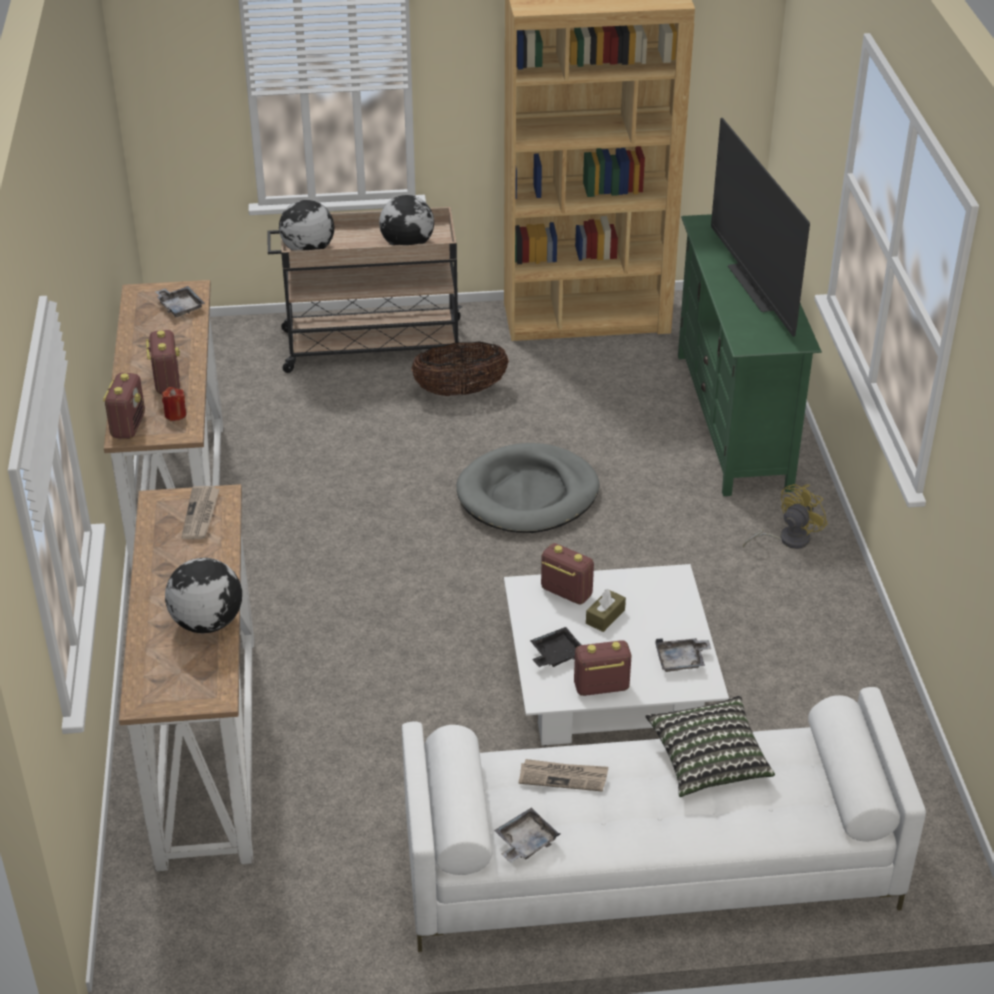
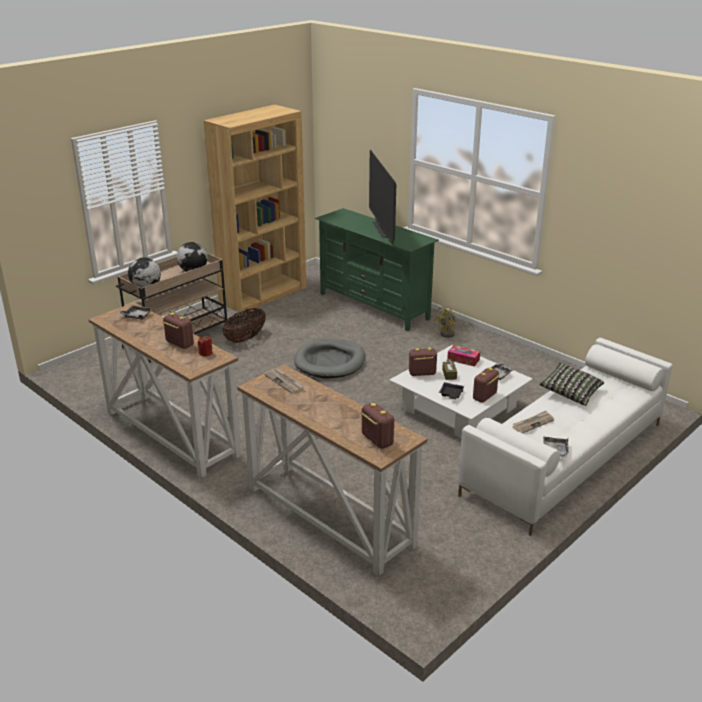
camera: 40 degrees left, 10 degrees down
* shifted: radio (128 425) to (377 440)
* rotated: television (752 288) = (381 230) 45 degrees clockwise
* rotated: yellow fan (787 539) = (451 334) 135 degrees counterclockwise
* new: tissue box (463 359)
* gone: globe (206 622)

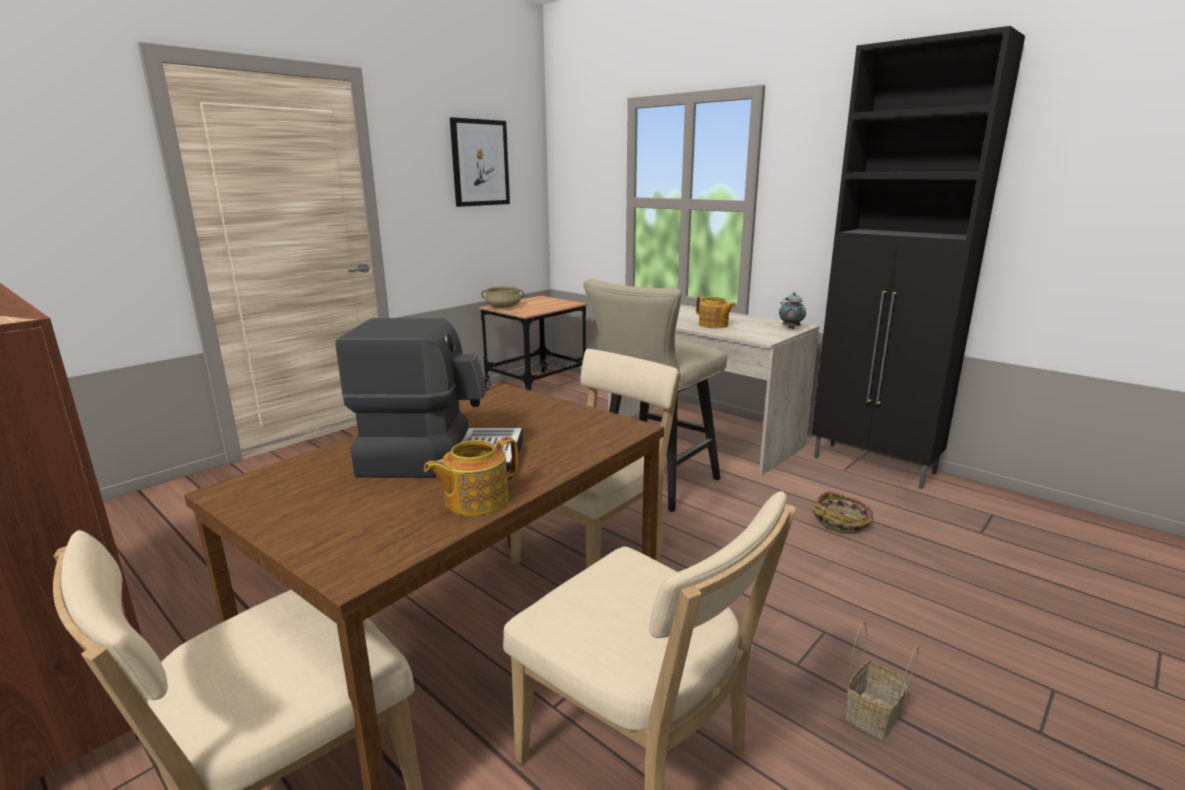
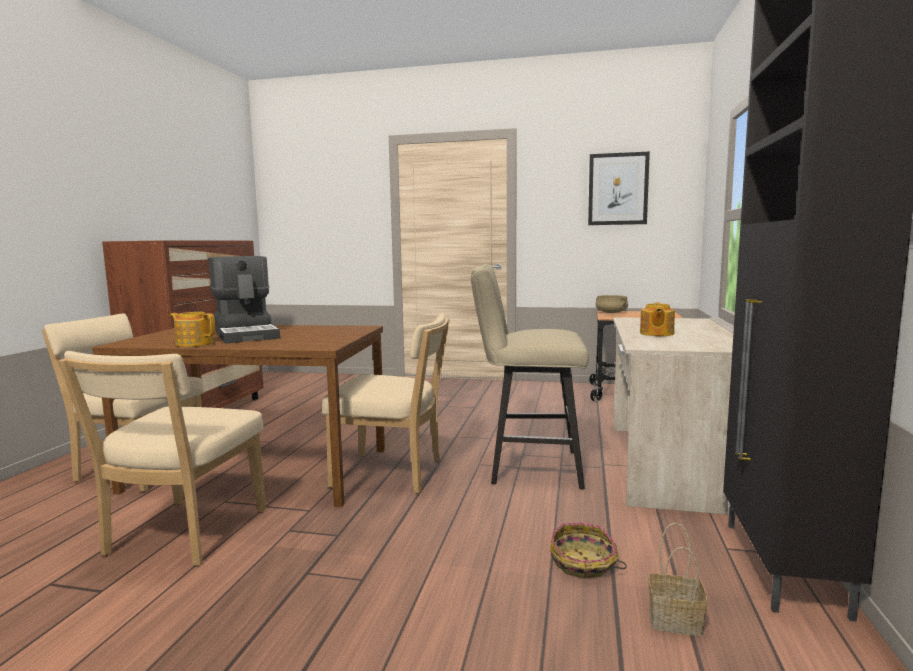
camera: 60 degrees right, 10 degrees down
* shifted: basket (873 716) to (673 621)
* gone: teapot (790 328)

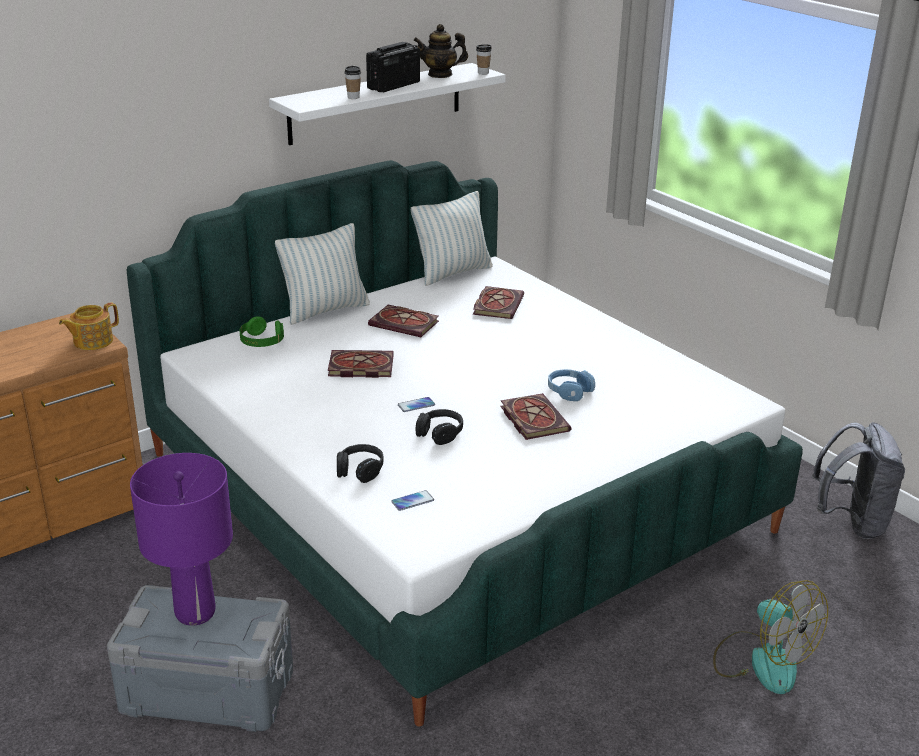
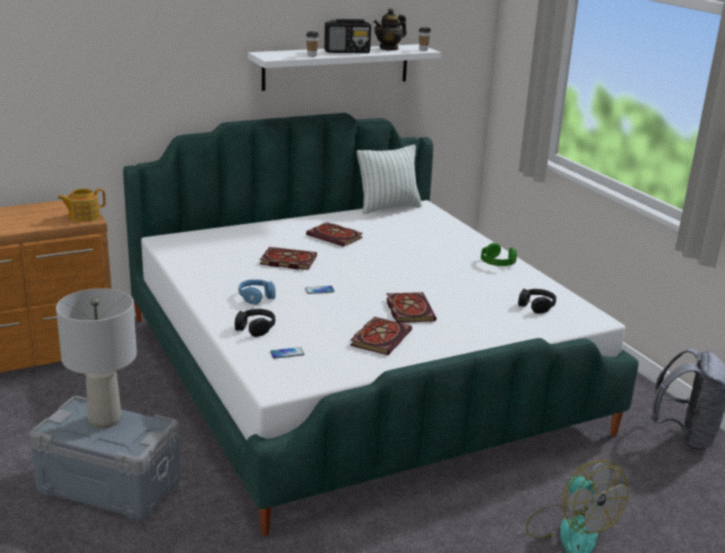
camera: 10 degrees right, 5 degrees down
* repainted: purple table lamp (195 612) to grey table lamp (104 419)
* shifted: blue headphones (569 391) to (256 297)
* rotated: radio (393 86) = (347 52) 150 degrees counterclockwise
* shifted: book (497 304) to (380 337)
* rotated: teapot (440 74) = (389 48) 45 degrees counterclockwise
* shifted: green headphones (261 342) to (497 263)
* shifted: black headphones (440 433) to (536 306)
* gone: pillow (325 310)

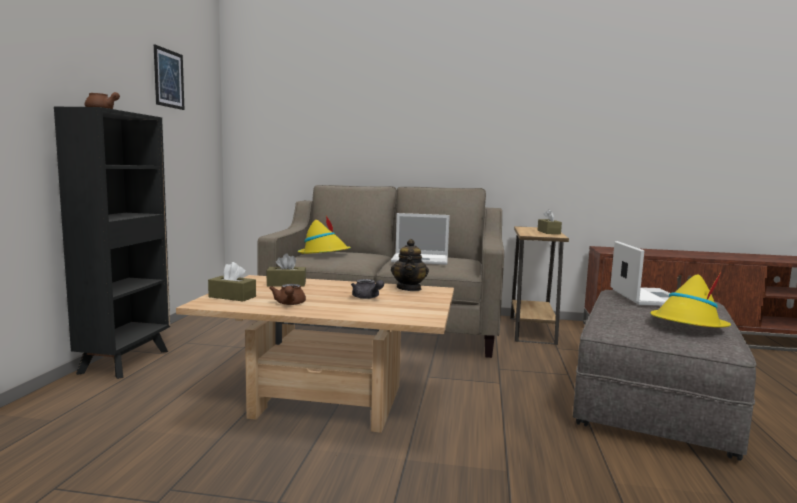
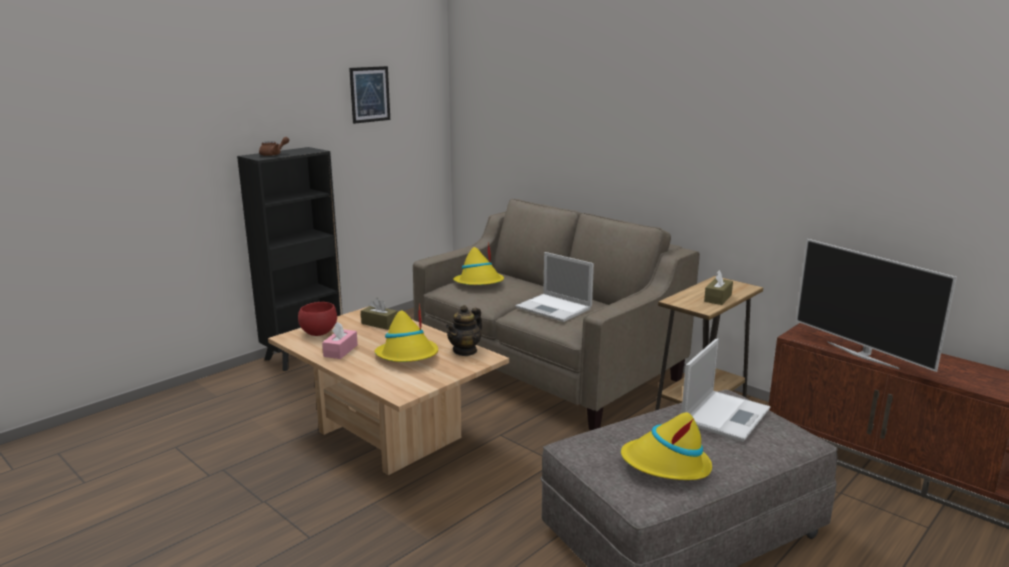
camera: 35 degrees right, 10 degrees up
* swapped: brown tissue box (232 297) to red bowl (318 333)
* swapped: brown teapot (289 304) to pink tissue box (340 351)
* swapped: grey teapot (367 298) to yellow hat (408 356)
* new: television (862 355)

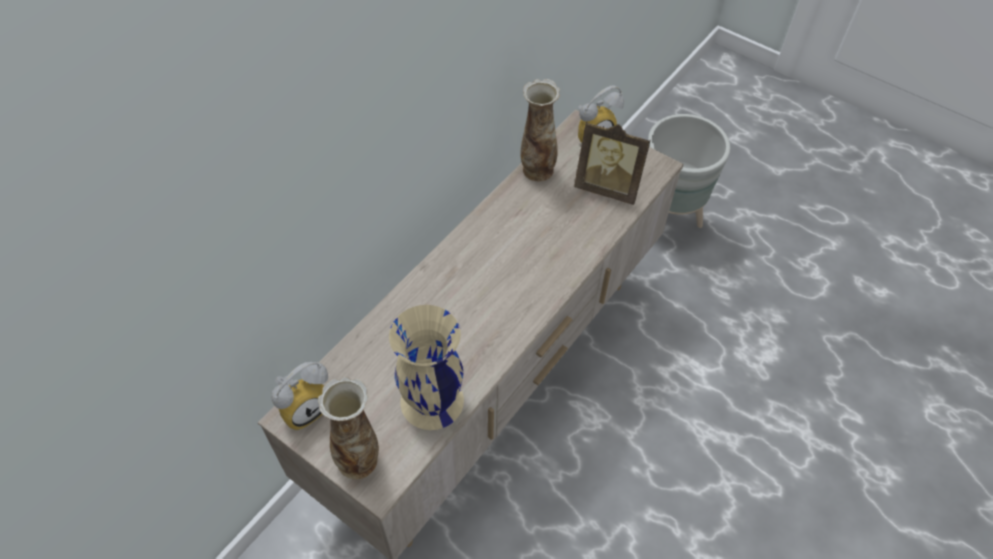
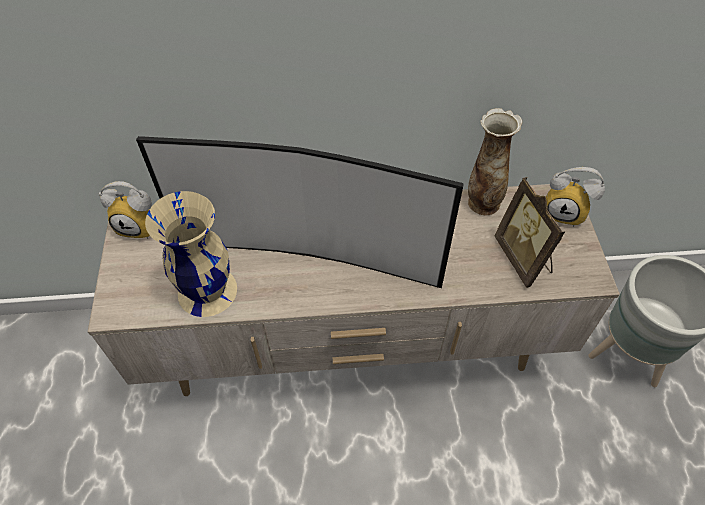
camera: 50 degrees right, 0 degrees up
* new: television (309 255)
* gone: vase (359 460)

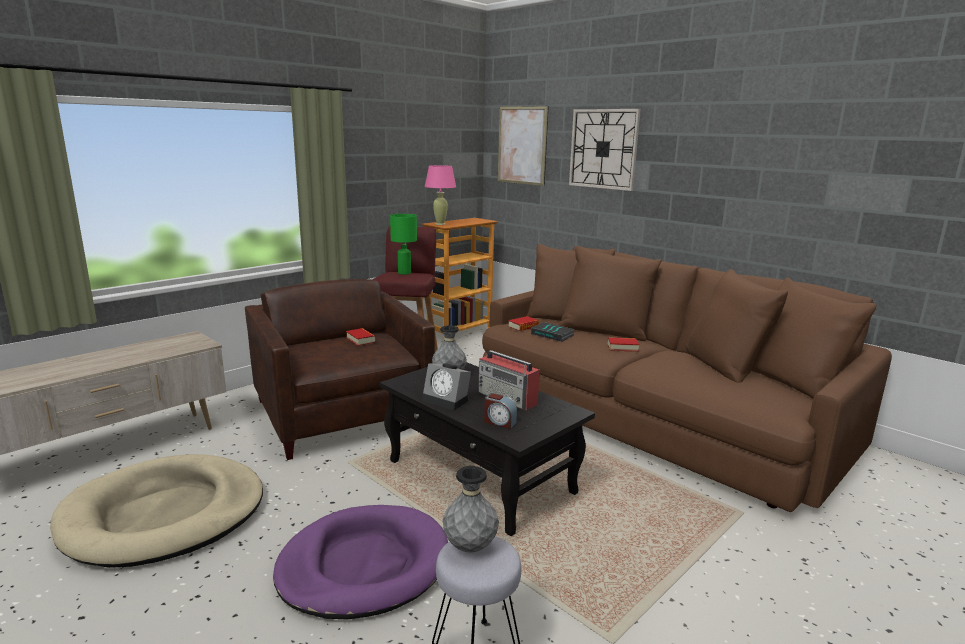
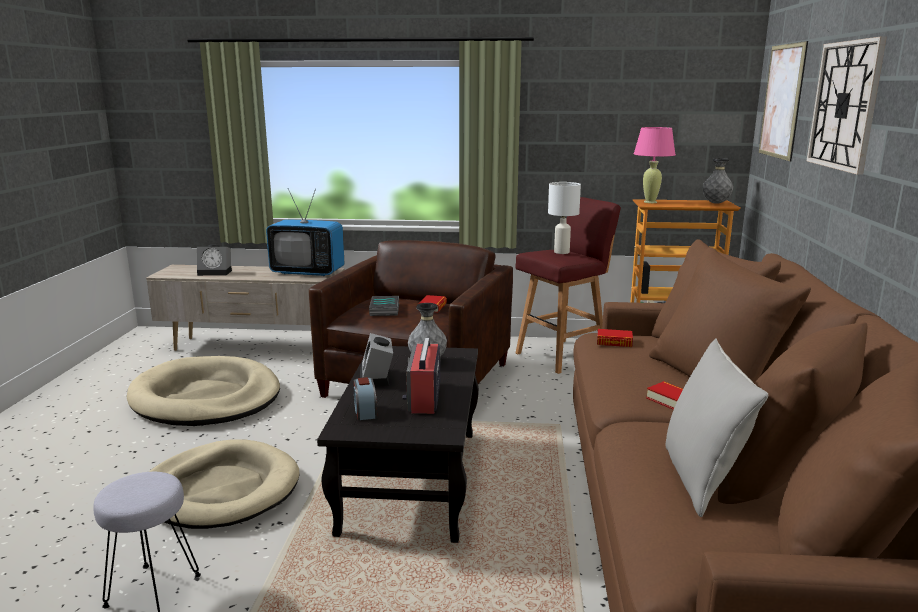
camera: 50 degrees right, 0 degrees up
* repainted: purple dog bed (364 565) to beige dog bed (221 490)
* new: alarm clock (216 272)
* new: television (308 272)
* shifted: book (553 335) to (385 309)
* repainted: green table lamp (404 273) to white table lamp (561 252)
* new: grey pillow (701 479)
* shifted: grey vase (470 547) to (715 203)

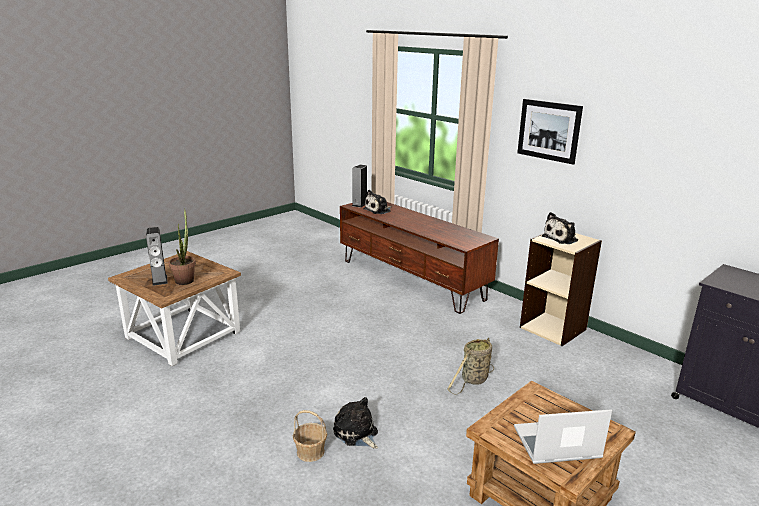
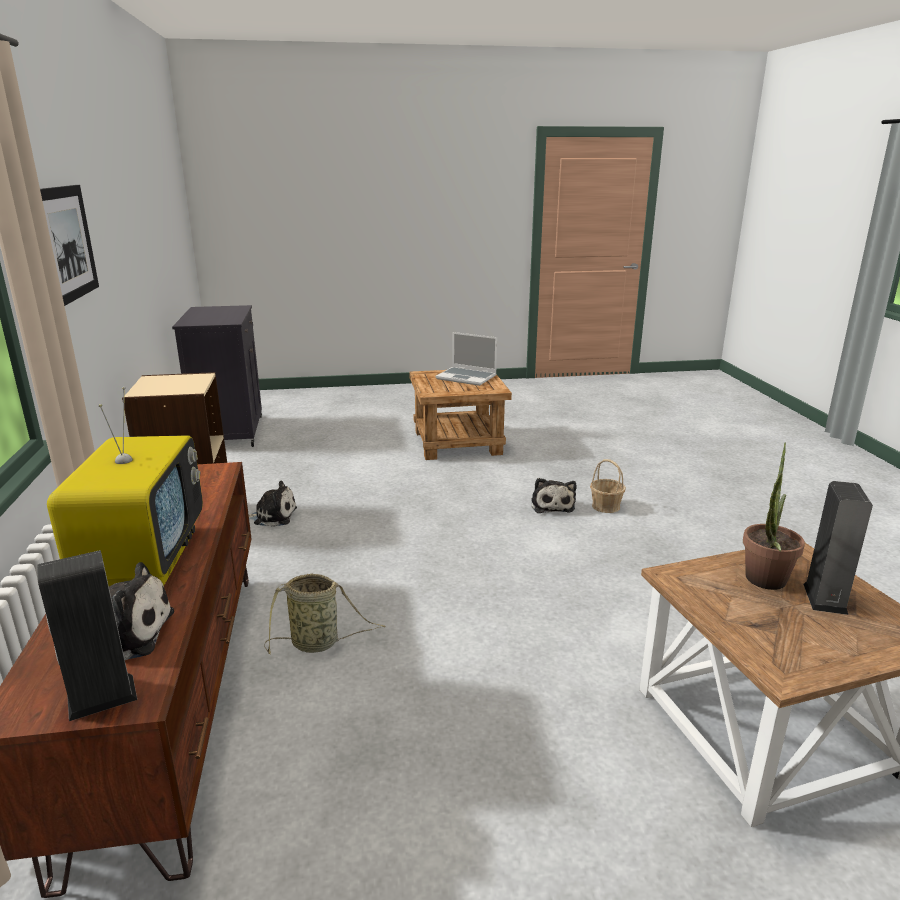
camera: 145 degrees left, 0 degrees up
* new: television (144 559)
* shifted: plush toy (561 238) to (272 516)
* shifted: basket (473 380) to (318 643)

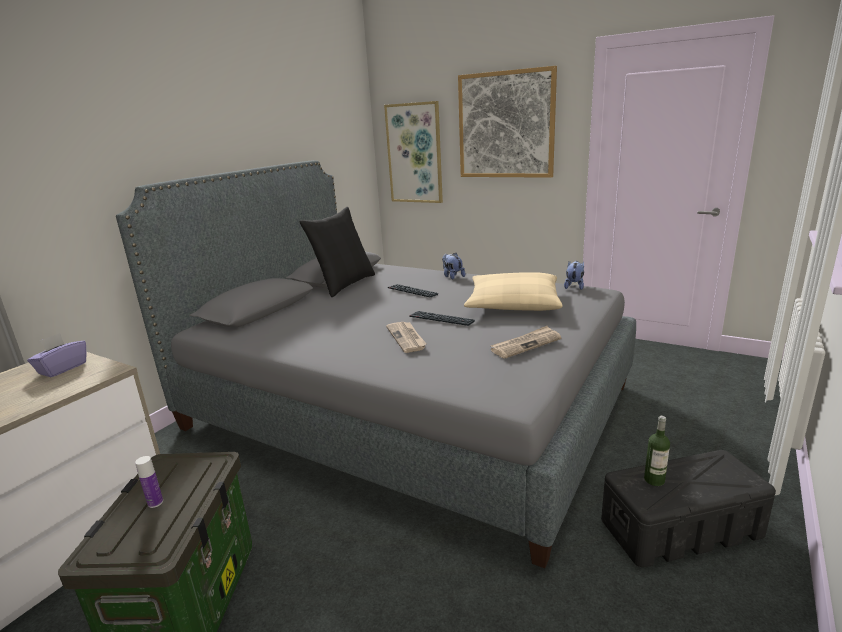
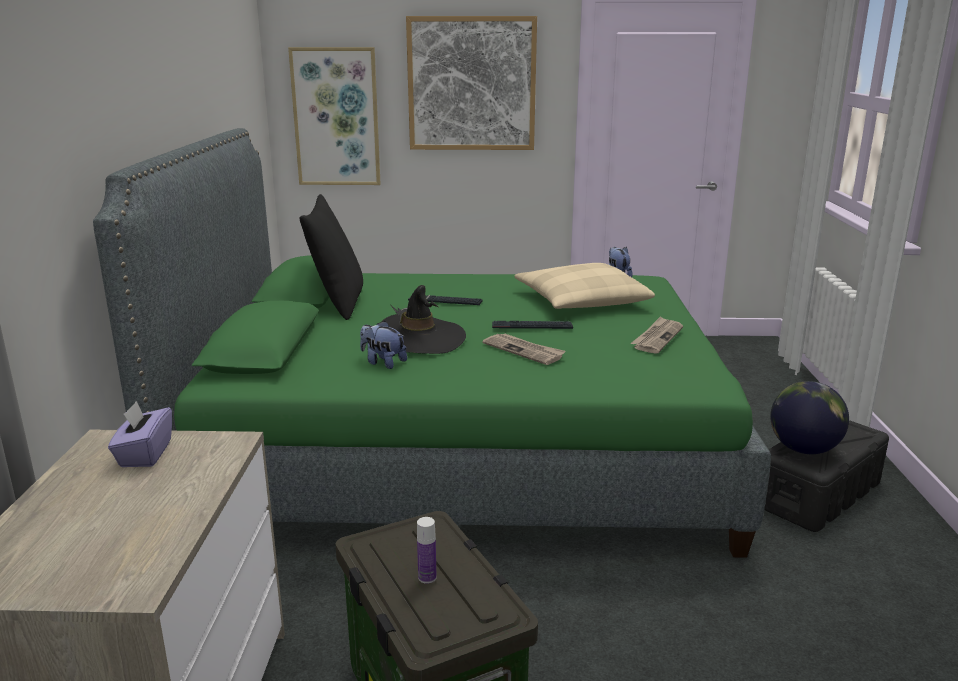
camera: 30 degrees left, 0 degrees up
* repainted: grey bed (405 407) to green bed (458 451)
* shifted: plush toy (452 276) to (383 362)
* new: black hat (420 339)
* swapped: bottle (654 480) to globe (803 449)

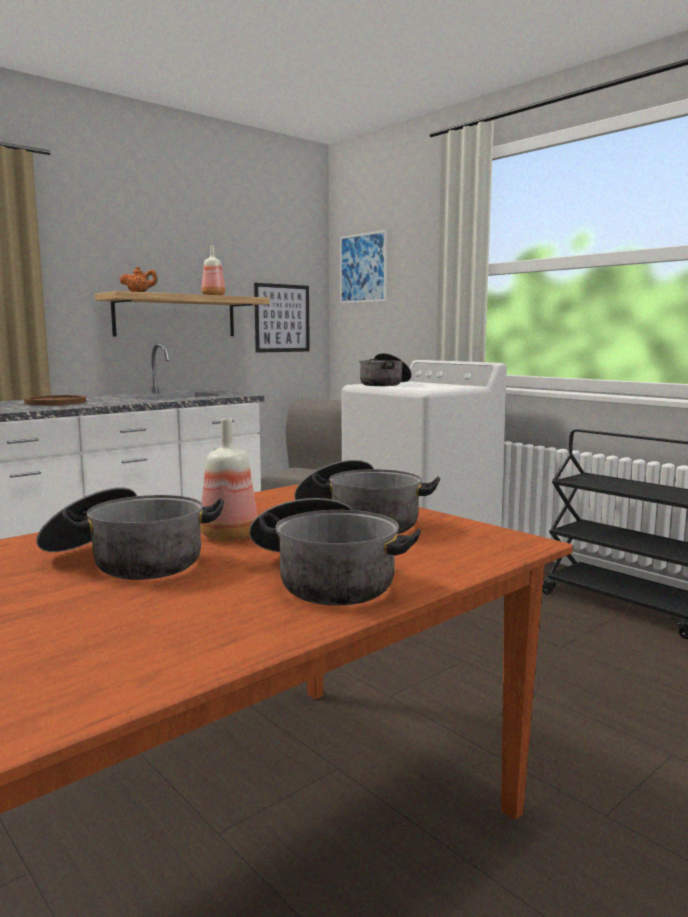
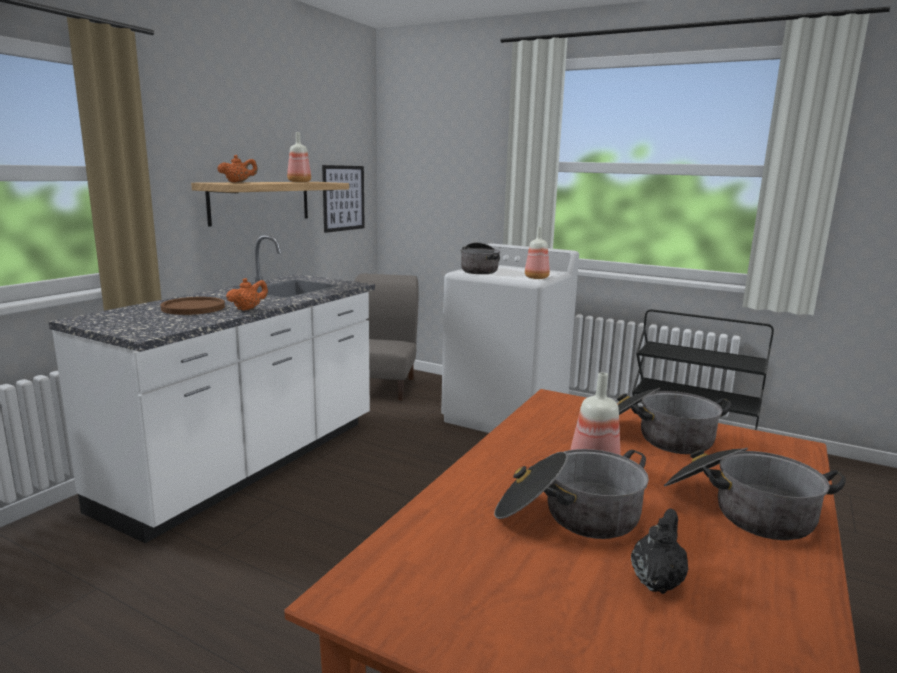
camera: 20 degrees left, 5 degrees up
* new: orange teapot (248 309)
* new: bottle (537 278)
* new: black teapot (657 581)
* gone: picture (363 268)

